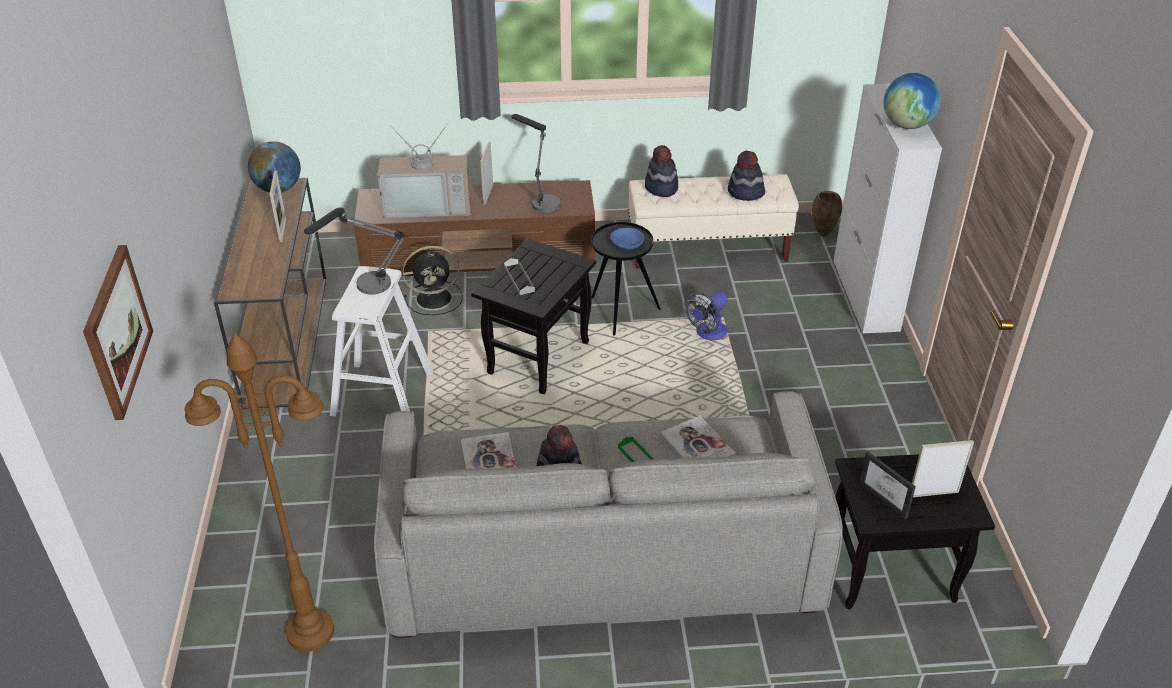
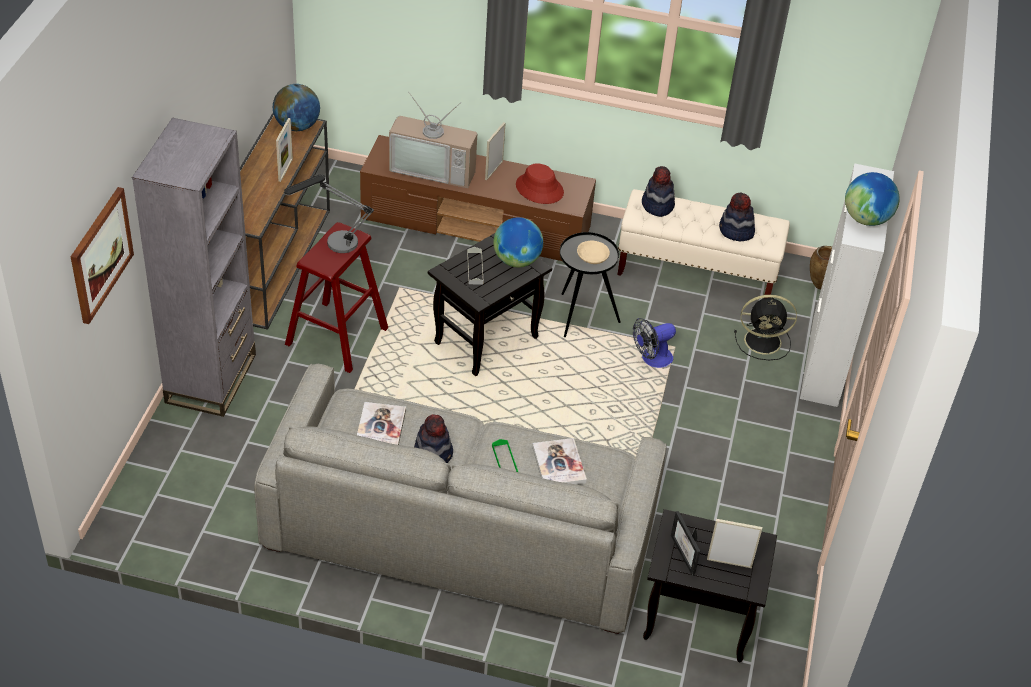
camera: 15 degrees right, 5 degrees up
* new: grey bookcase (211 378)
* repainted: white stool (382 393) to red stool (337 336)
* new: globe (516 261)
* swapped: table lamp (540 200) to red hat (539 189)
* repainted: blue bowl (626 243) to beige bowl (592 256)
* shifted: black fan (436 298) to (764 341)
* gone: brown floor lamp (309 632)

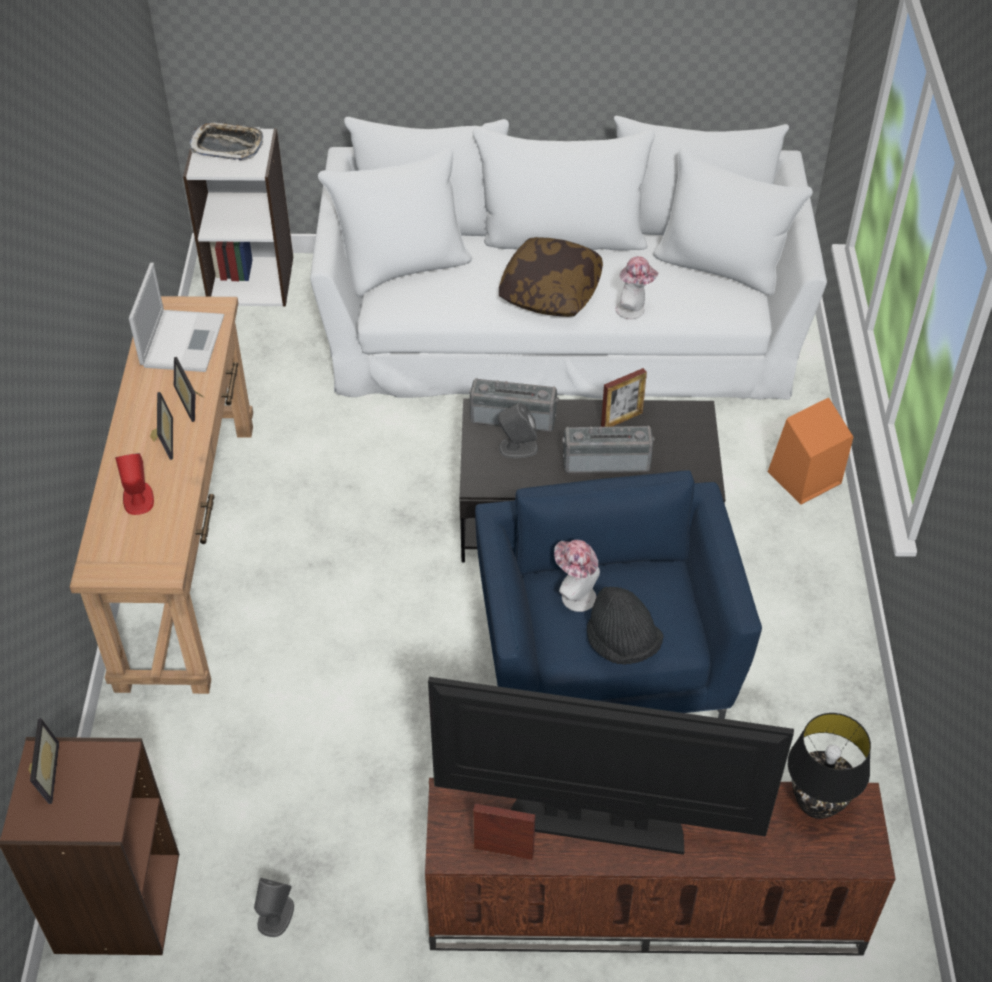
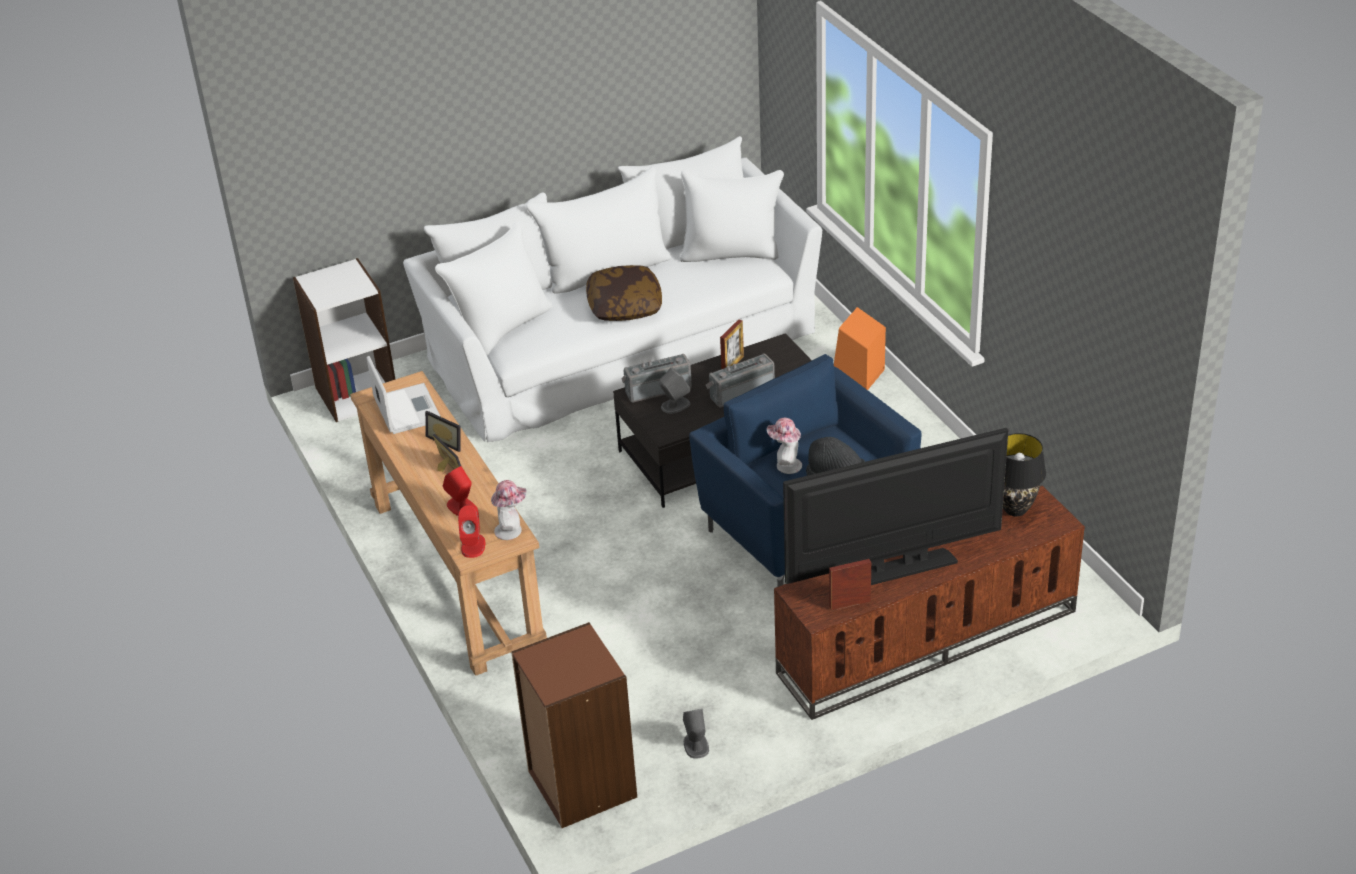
camera: 25 degrees left, 10 degrees down
* new: red speaker (473 545)
* shifted: hat (634 310) to (512 530)
* gone: picture frame (42 773)
* gone: tray (227 146)

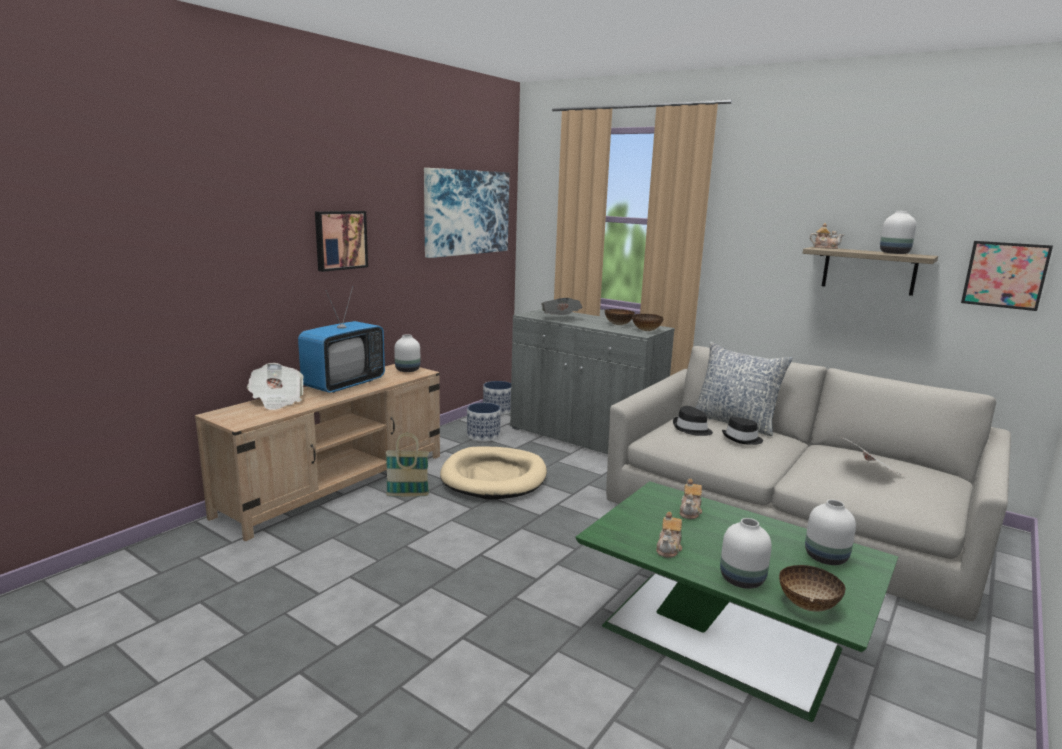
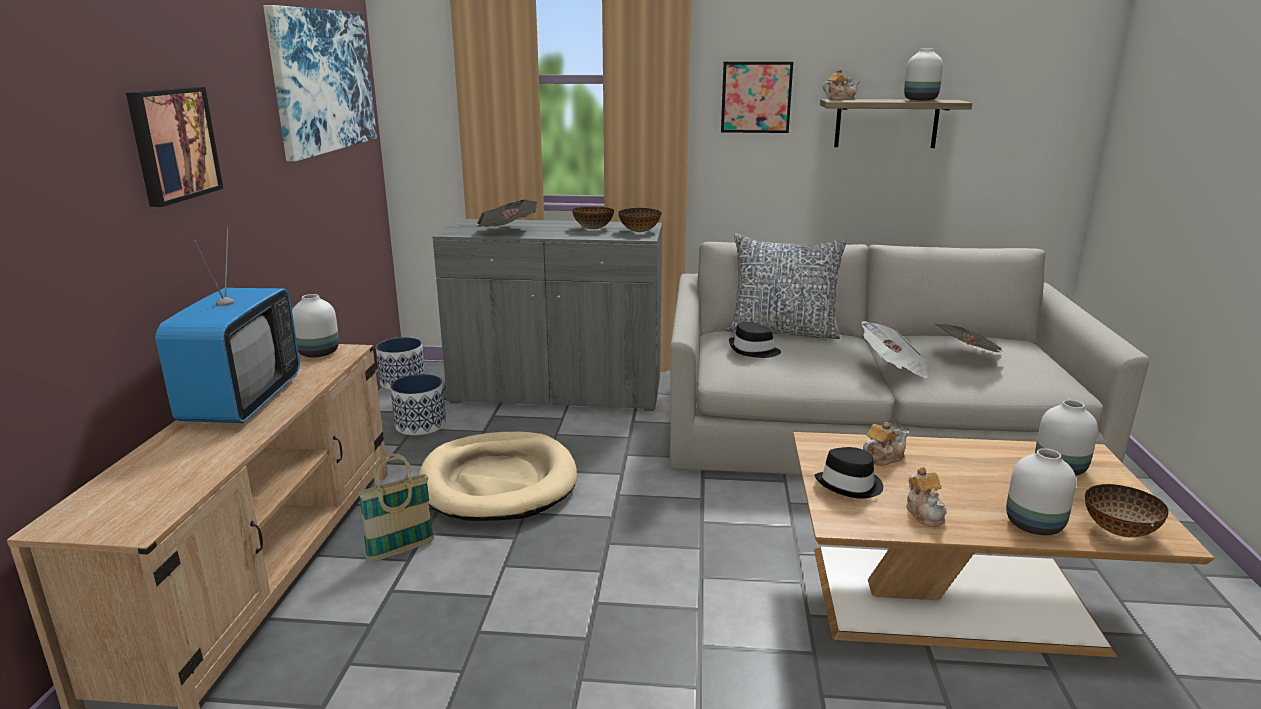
camera: 30 degrees left, 5 degrees up
* shifted: picture (1005 275) to (756 97)
* repainted: green coffee table (724 638) to brown coffee table (957 597)
* shifted: black hat (742 439) to (850 485)
* shifted: newspaper (277 401) to (894 367)
* rotated: teapot (690 512) = (883 458) 105 degrees counterclockwise

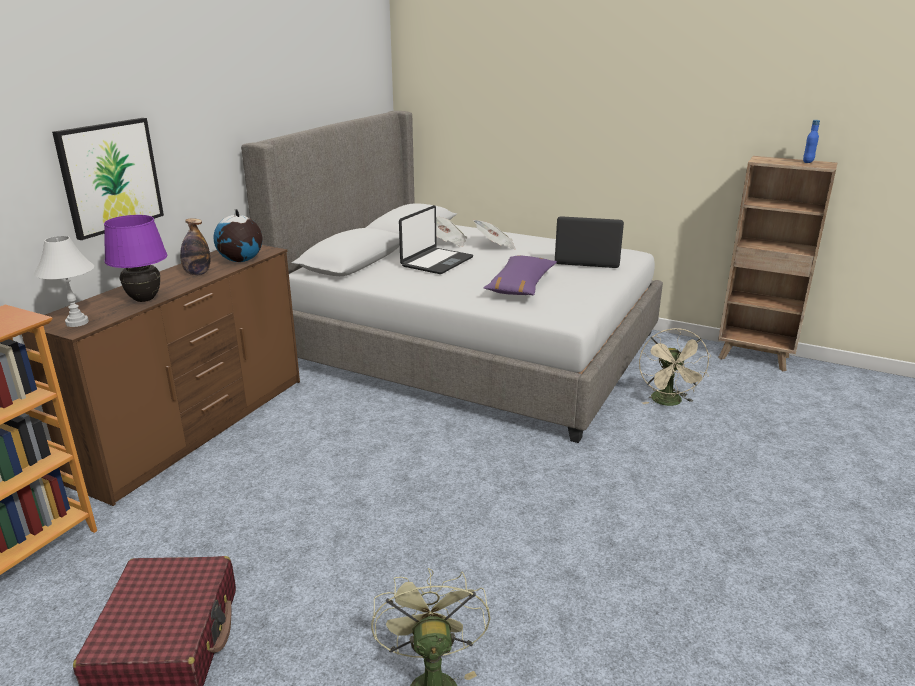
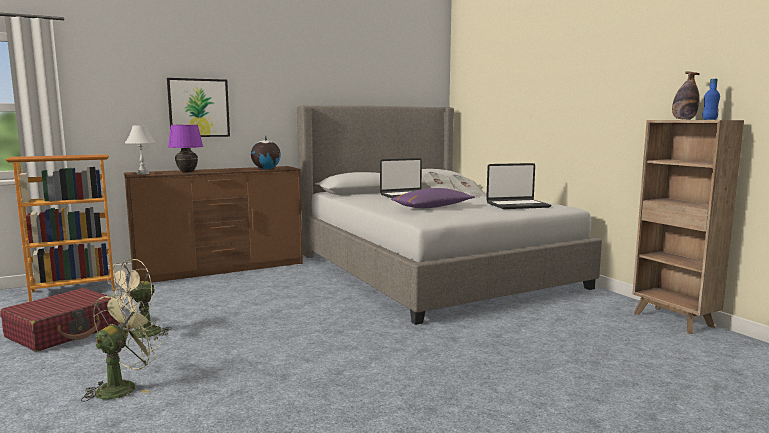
camera: 35 degrees right, 15 degrees down
* shifted: beige fan (669 402) to (139 335)
* rotated: laptop (587 260) = (517 205) 120 degrees clockwise
* shifted: bottle (197 273) to (683 119)

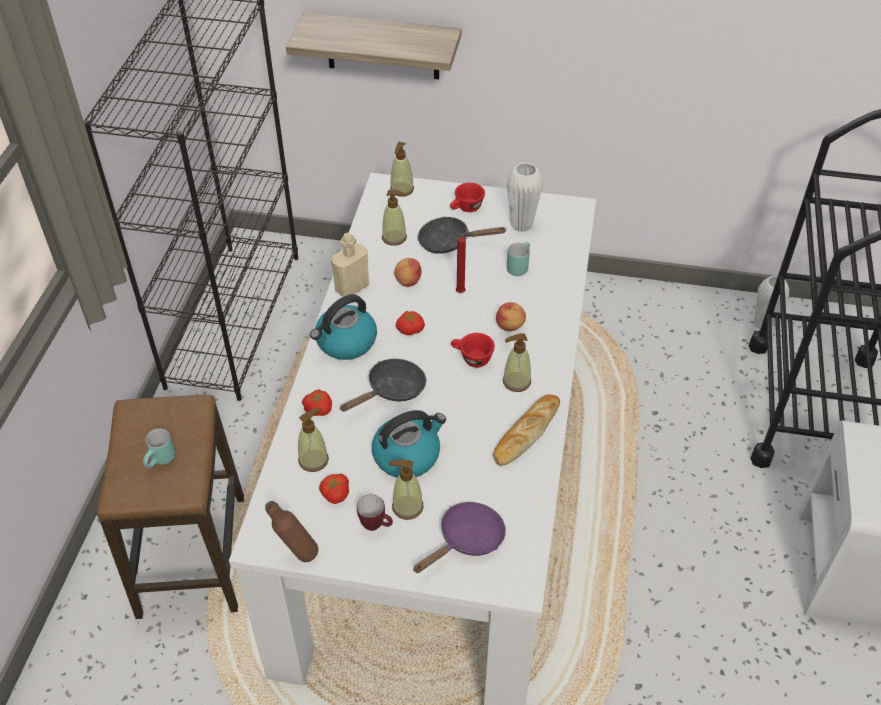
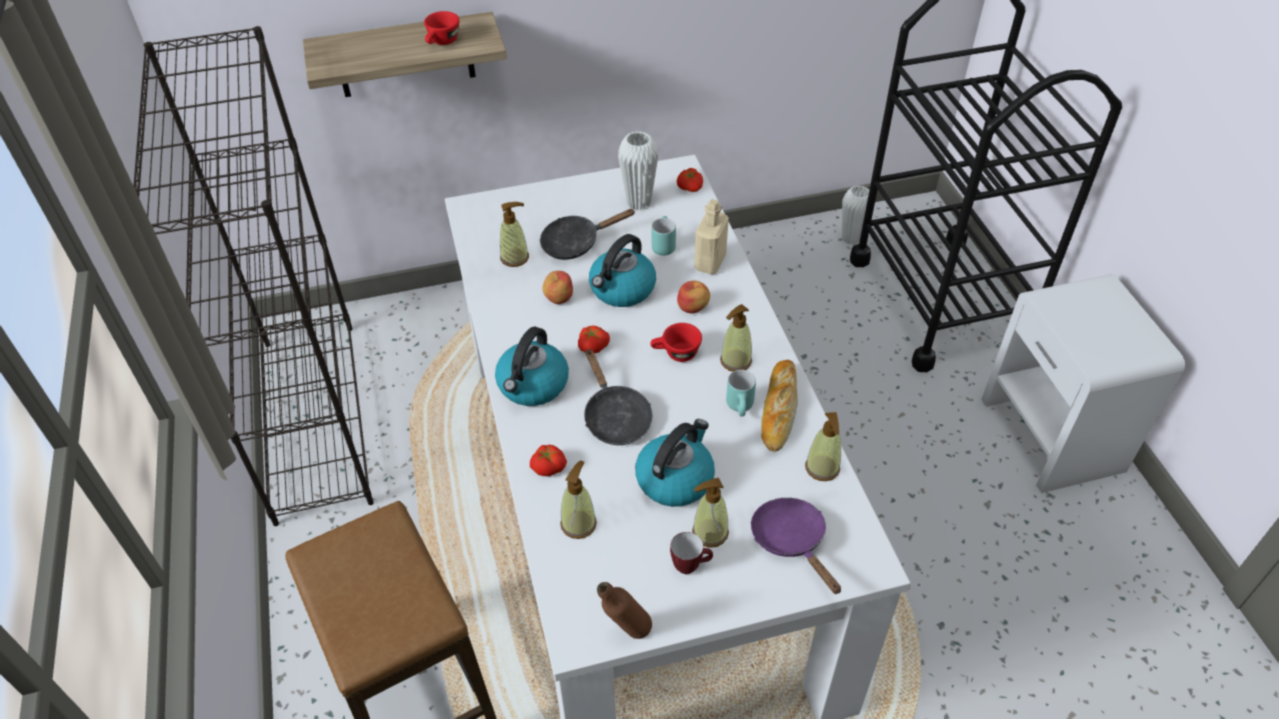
camera: 25 degrees left, 0 degrees up
* shifted: red cup (466 208) to (442 42)
* rotated: black frying pan (392 390) = (615 417) 135 degrees clockwise
* swapped: red candle (462 292) to kettle (622 289)
* shifted: tomato (335 494) to (689 187)
* shifted: beige bottle (352 287) to (710 262)
* shifted: turquoise mug (161 461) to (742 408)
* rotated: purple frying pan (467 540) = (792 541) 45 degrees counterclockwise
* shifted: soap dispenser (401 189) to (822 468)

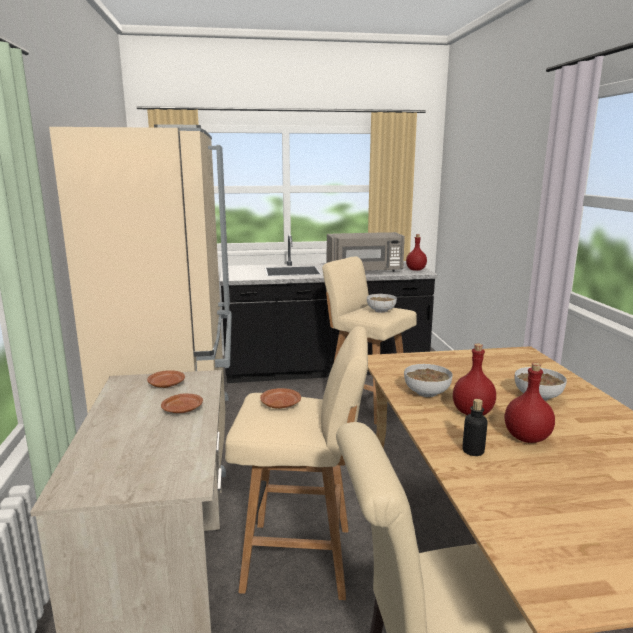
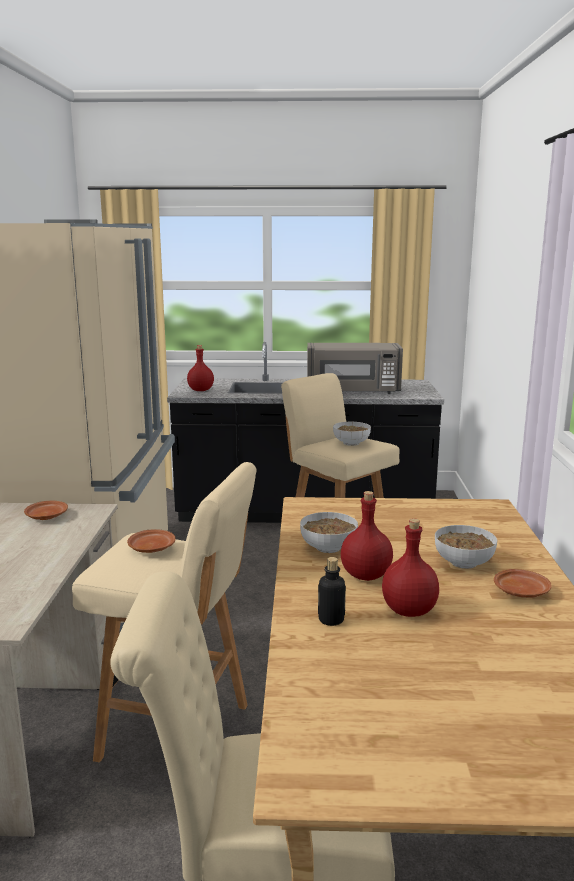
camera: 10 degrees right, 0 degrees up
* shifted: red bottle (416 270) to (201 390)
* shifted: brown plate (183 409) to (521 592)

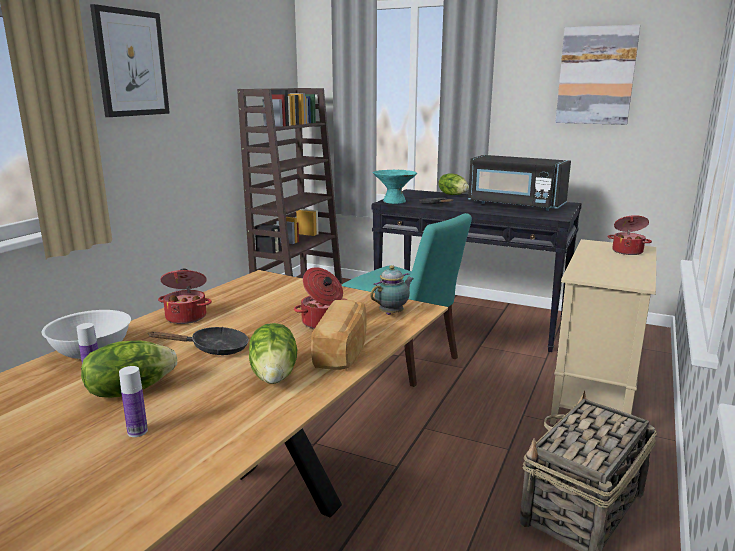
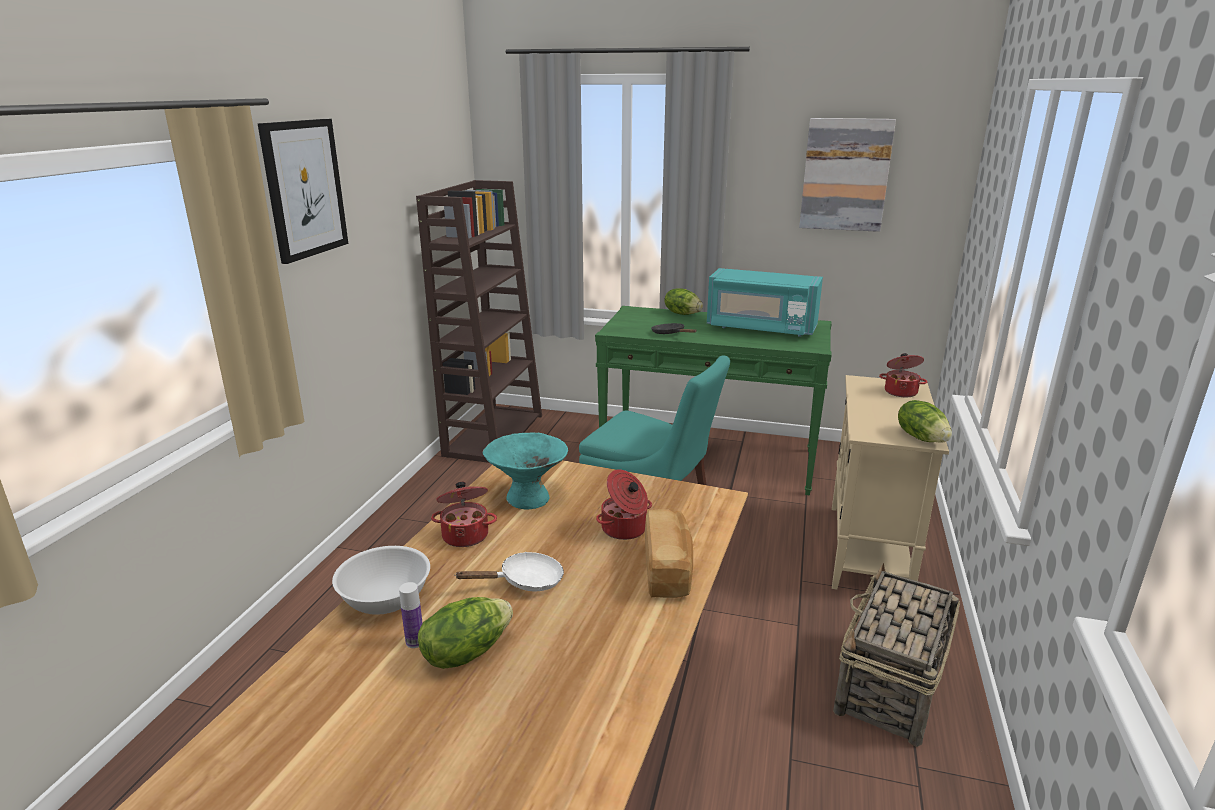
camera: 10 degrees left, 5 degrees up
* repainted: black frying pan (214 349) to white frying pan (525 581)
* shifted: turquoise bowl (394 201) to (527 498)
* repainted: black console table (471 320) to green console table (709 459)
* repainted: black microwave (515 205) to turquoise microwave (760 328)
* shifted: lettuce (275 375) to (922 438)
* gone: bottle (137 432)
* gone: teapot (393 313)

